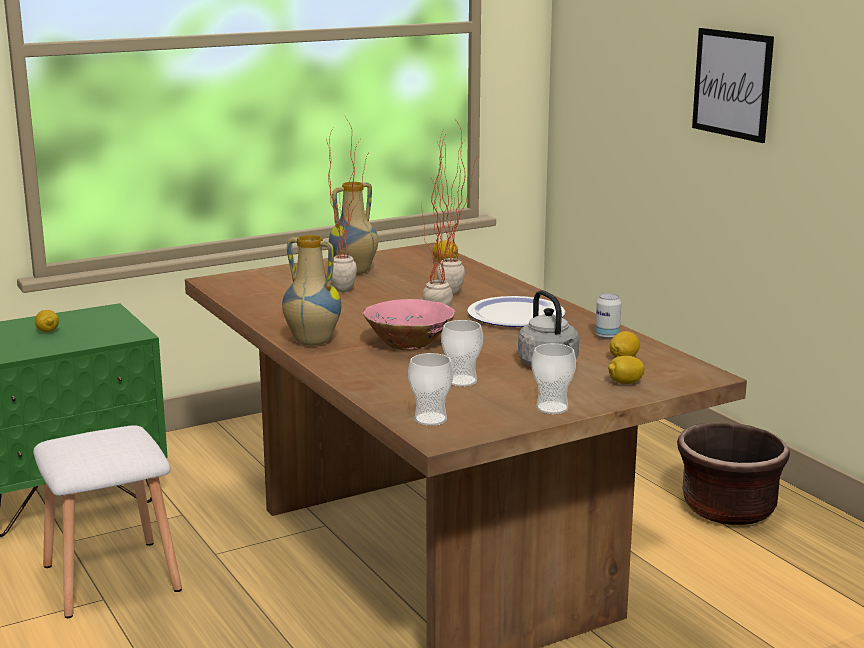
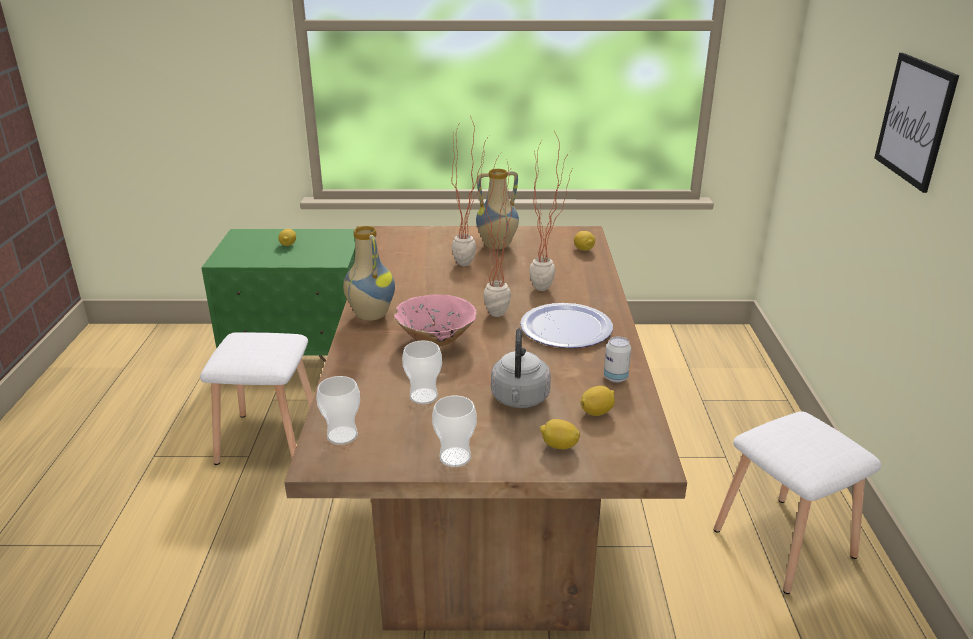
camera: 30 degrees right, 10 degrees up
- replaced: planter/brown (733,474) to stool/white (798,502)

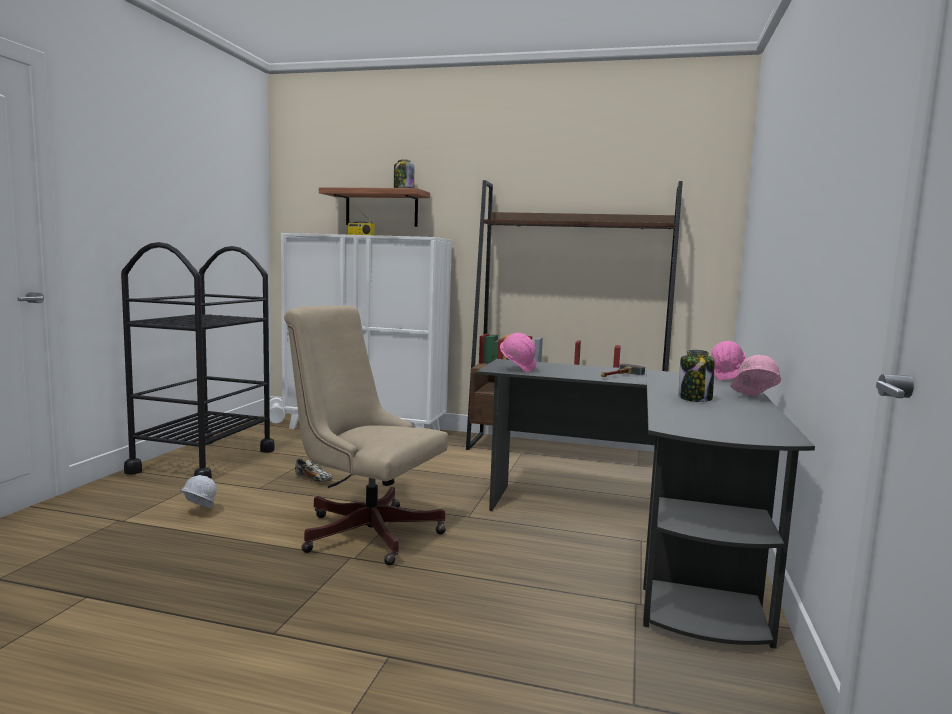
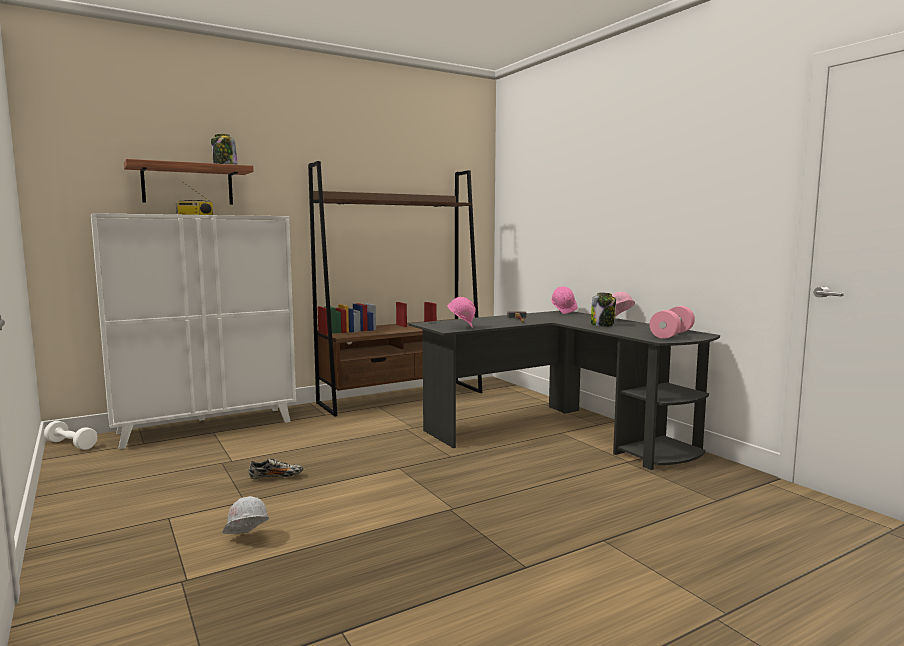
camera: 45 degrees left, 0 degrees up
- removed: cart/black (198,360)
- removed: office chair/beige (366,435)
- added: dumbbell/pink (672,322)

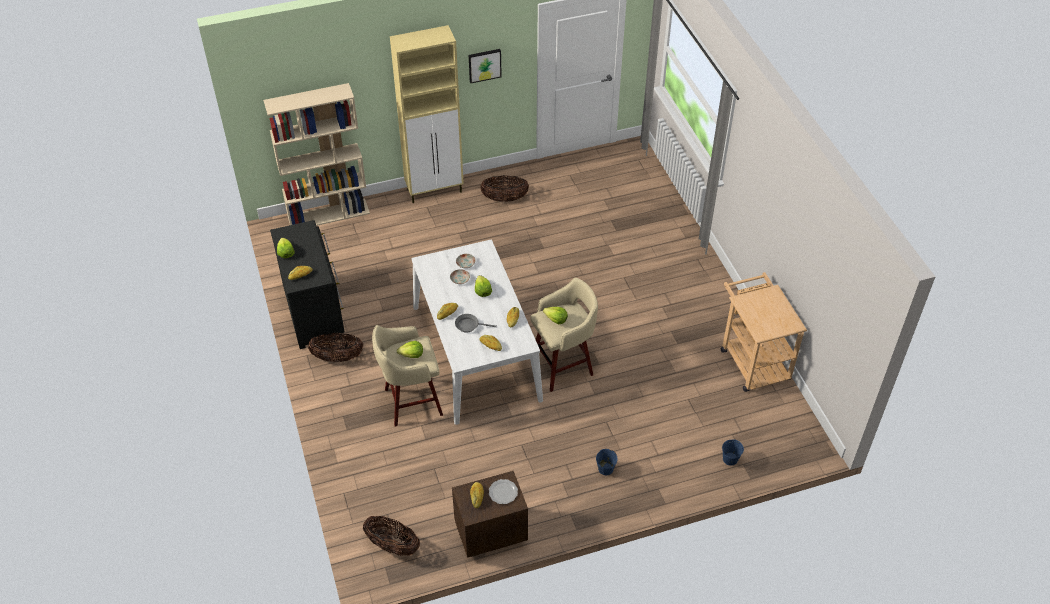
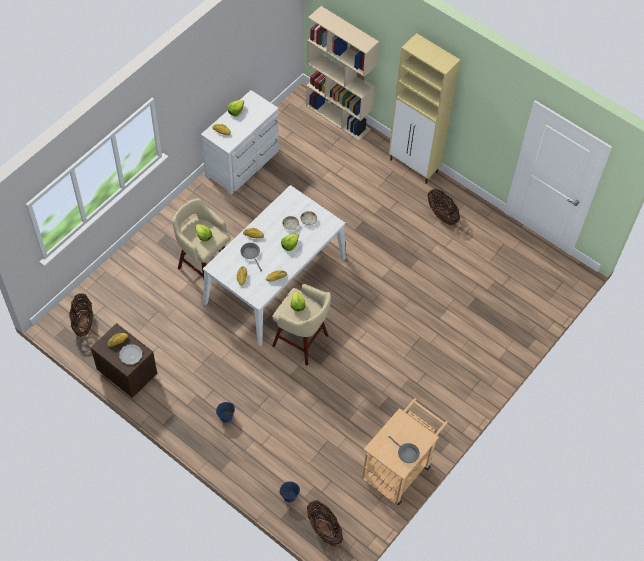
camera: 55 degrees right, 10 degrees up
- recoloured: dresser/black (307,284) to dresser/white (240,142)
- moved: basket (335,347) to (325,523)
- removed: picture (485,66)
- added: frying pan/grey (404,449)

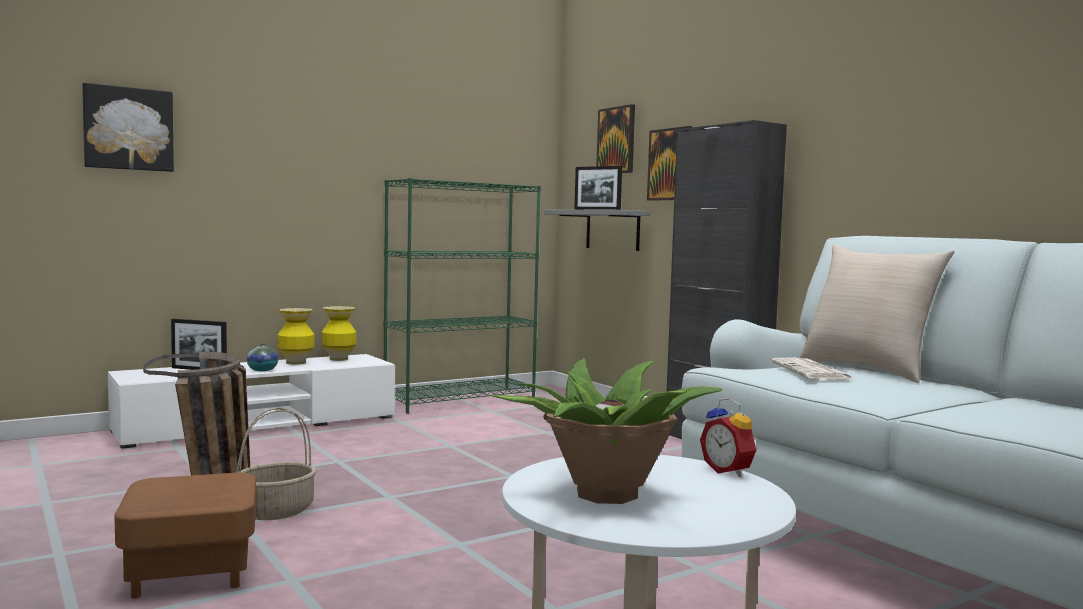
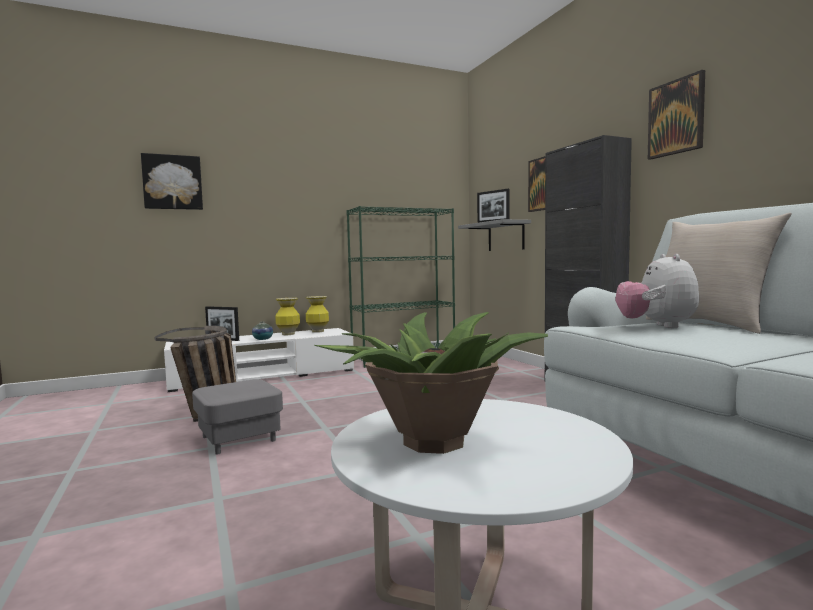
camera: 10 degrees right, 0 degrees up
- removed: ottoman/brown (185,536)
- replaced: basket (276,464) to ottoman/grey (237,416)
- moved: picture (615,138) to (676,115)
- removed: alarm clock (728,437)
- replaced: newspaper (812,368) to plush toy (657,291)

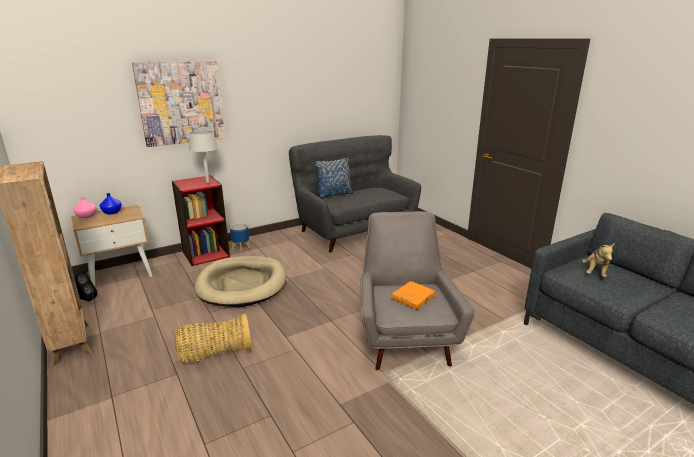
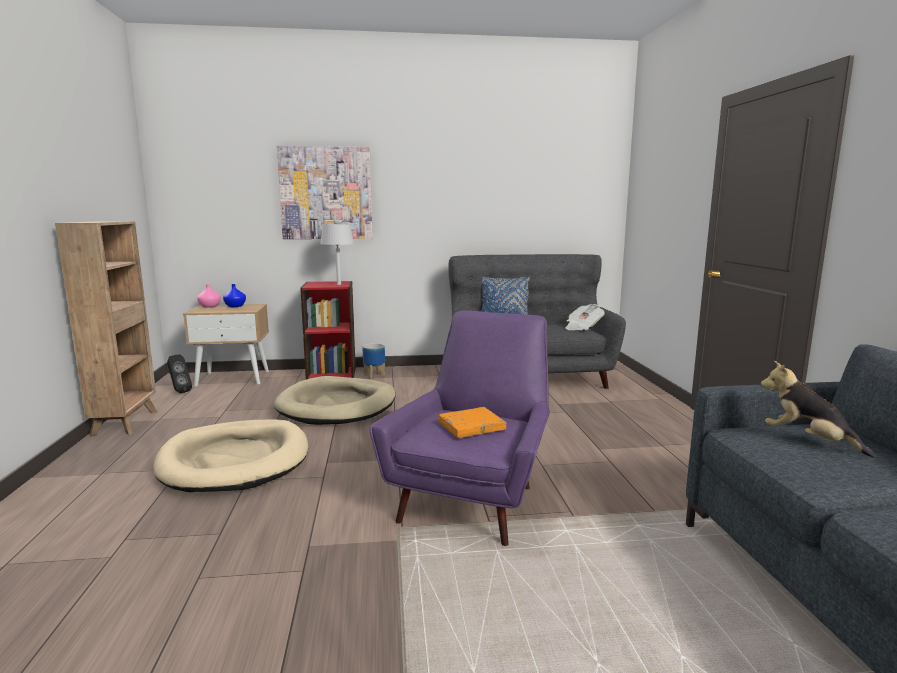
camera: 25 degrees right, 10 degrees down
- replaced: basket (213,338) to dog bed/beige (230,456)
- recoloured: armchair/grey (418,290) to armchair/purple (459,428)
- turned: plush toy (598,260) = (817,409) 90 degrees clockwise
- added: newspaper (585,317)

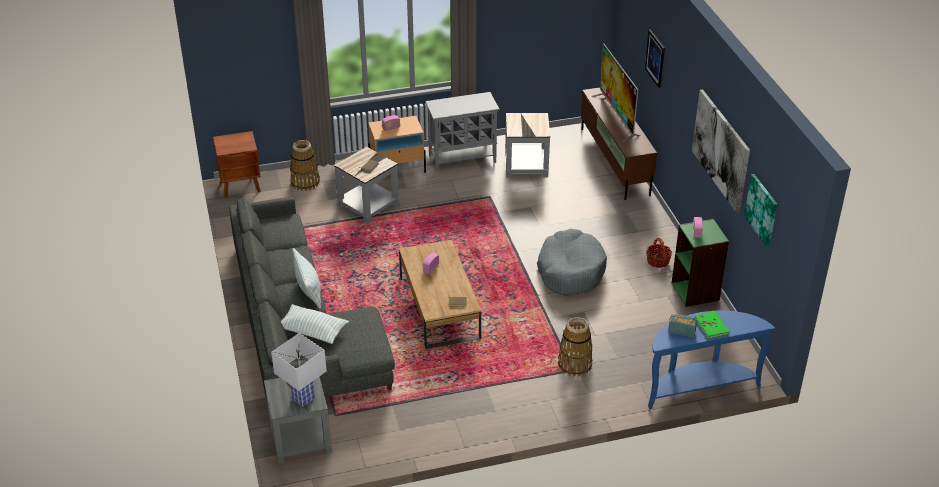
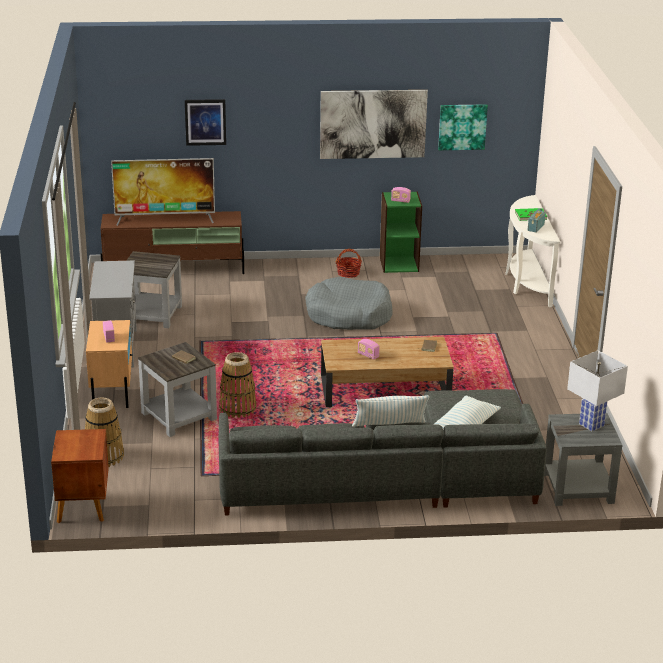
camera: 80 degrees left, 10 degrees down
- moved: basket (575,346) to (237,385)
- recoloured: console table/blue (711,360) to console table/white (532,251)

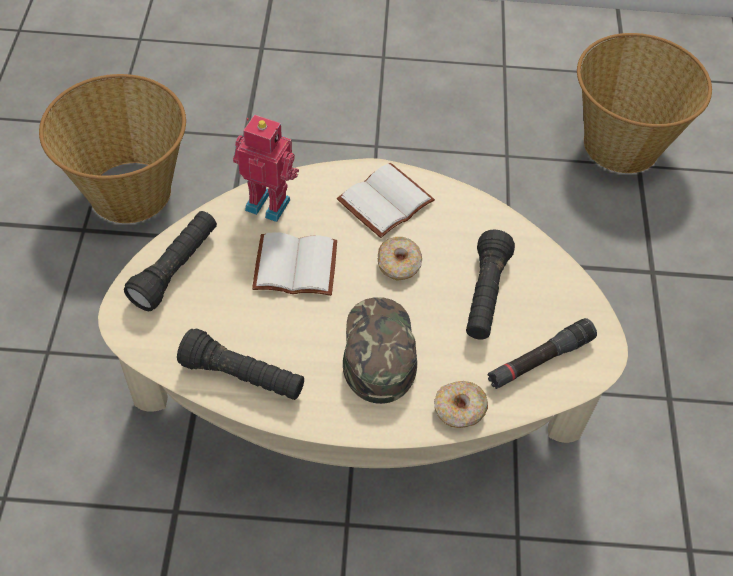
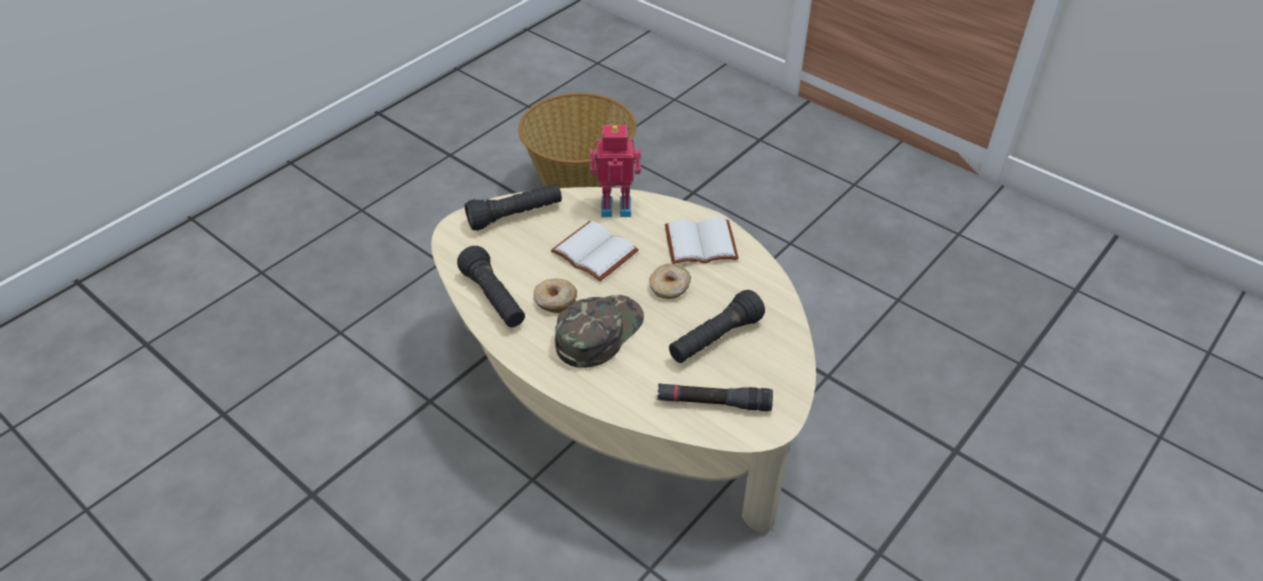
camera: 40 degrees right, 10 degrees down
- turned: toy robot (266,168) = (615,171) 60 degrees counterclockwise
- moved: donut (461,404) to (555,295)
- removed: basket (644,103)

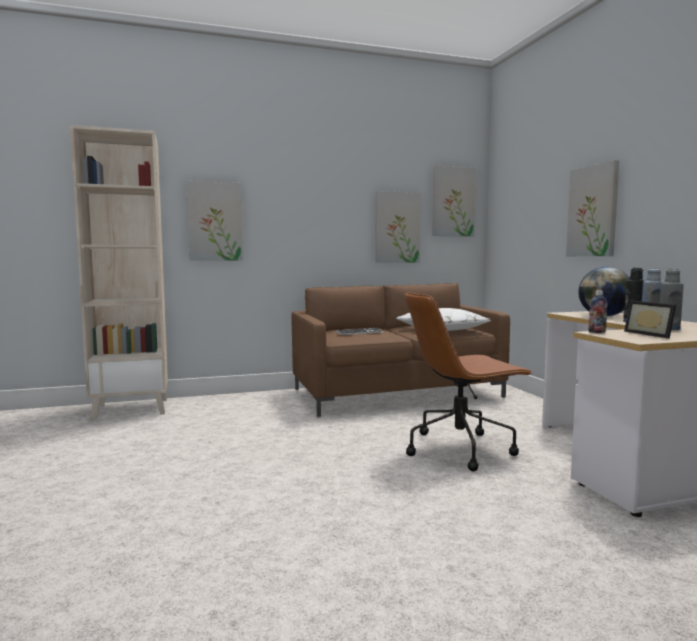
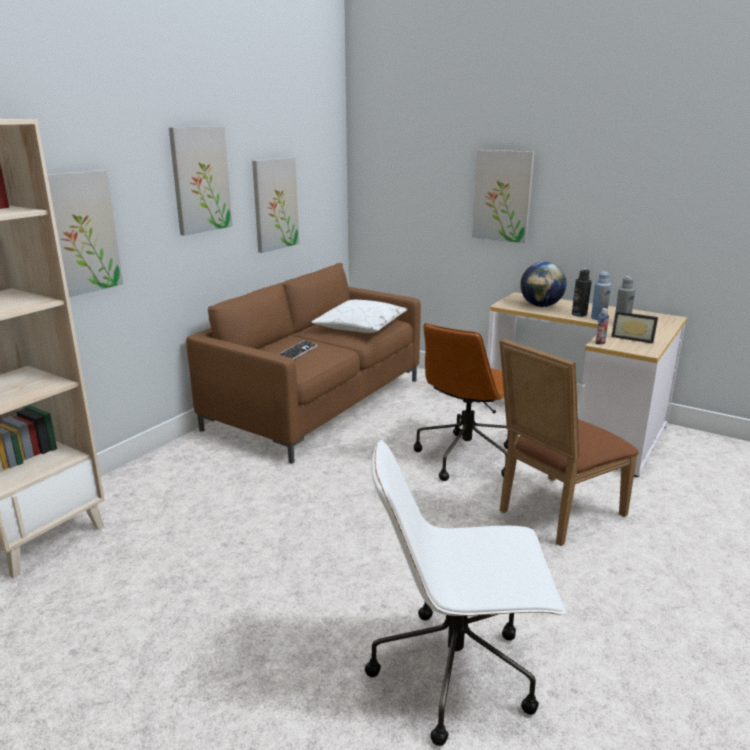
camera: 40 degrees left, 15 degrees up
- moved: picture (454,201) to (200,181)
- added: office chair/white (465,593)
- added: chair/brown (569,442)

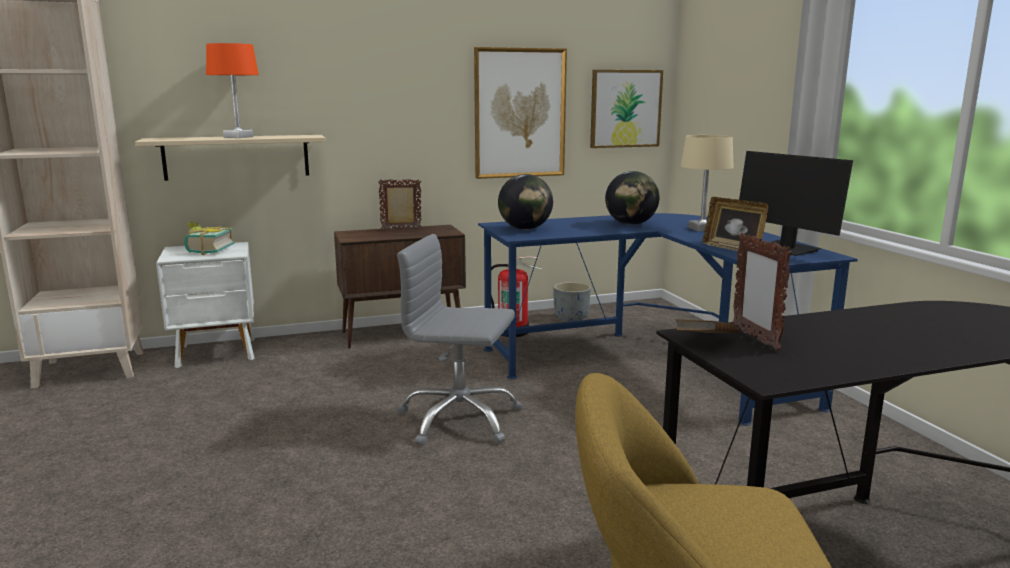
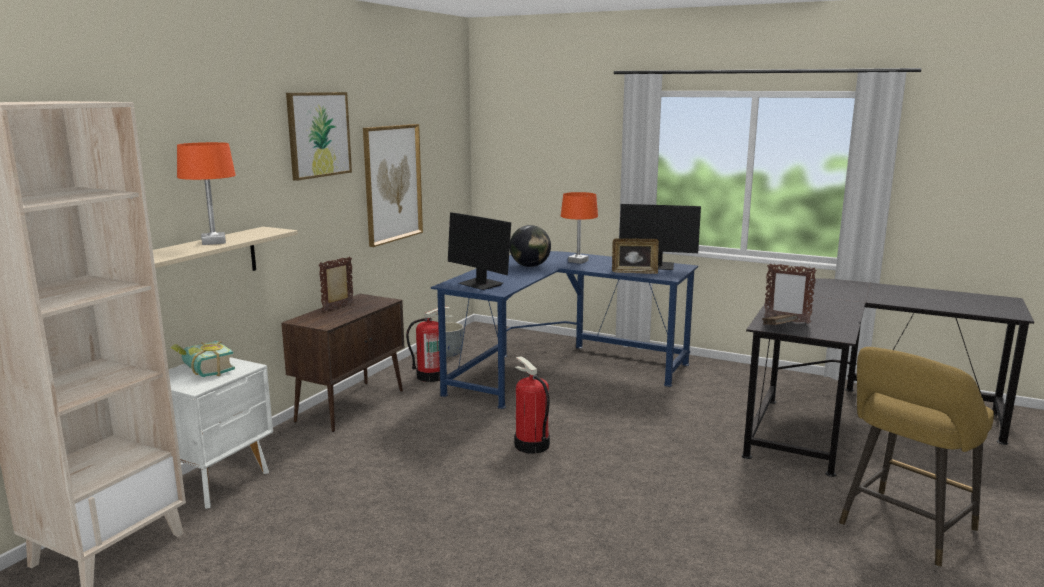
camera: 45 degrees left, 0 degrees up
- replaced: office chair/grey (460,340) to fire extinguisher (532,404)
- replaced: globe (525,202) to monitor (479,251)
- moved: picture (626,109) to (319,136)
- recoloured: table lamp/beige (707,183) to table lamp/orange (579,228)

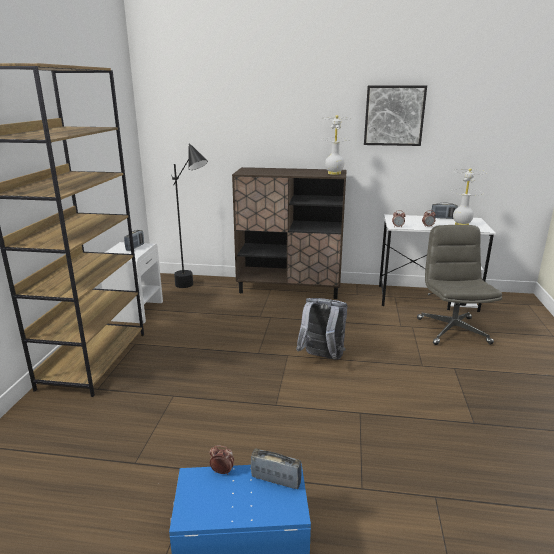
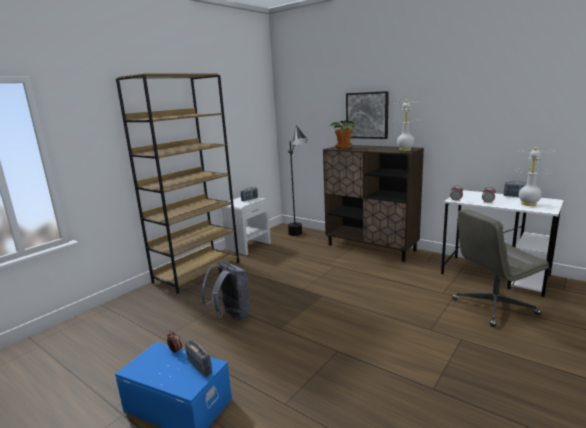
camera: 30 degrees right, 5 degrees down
- moved: backpack/grey (322,328) to (225,291)
- moved: picture (395,115) to (367,115)
- turned: office chair/grey (459,285) = (500,268) 135 degrees counterclockwise
- added: potted plant (342,135)

